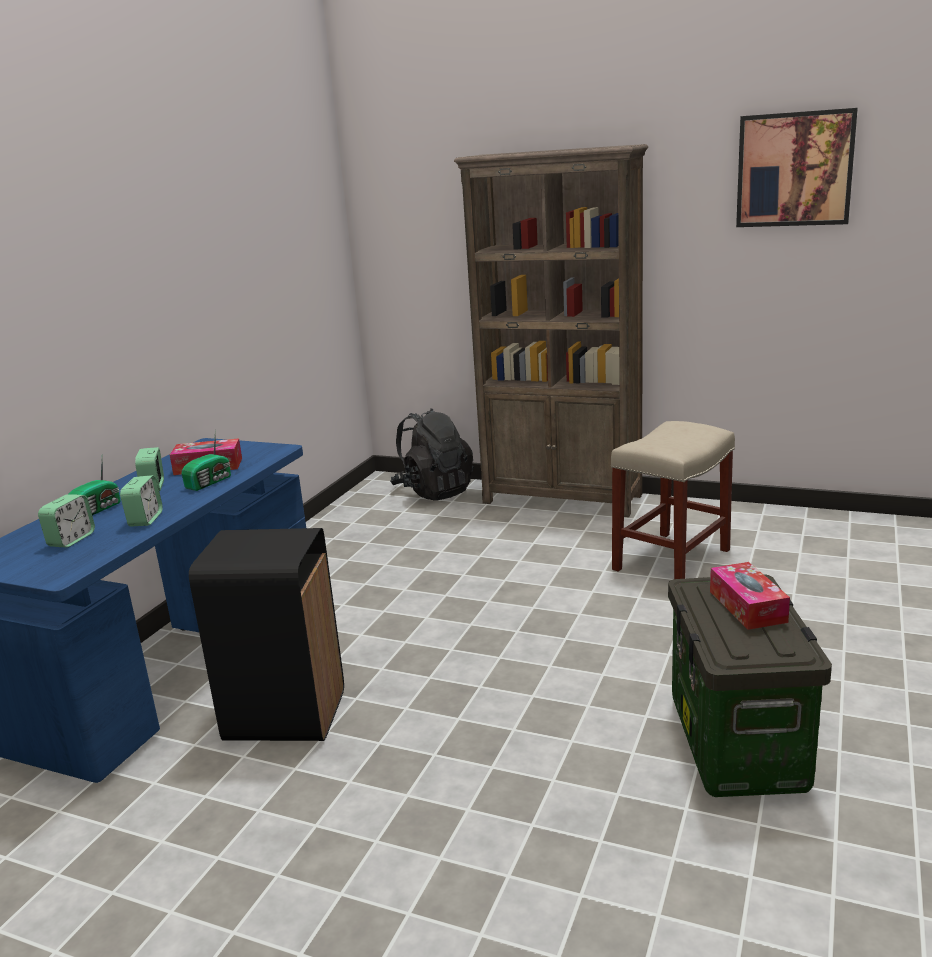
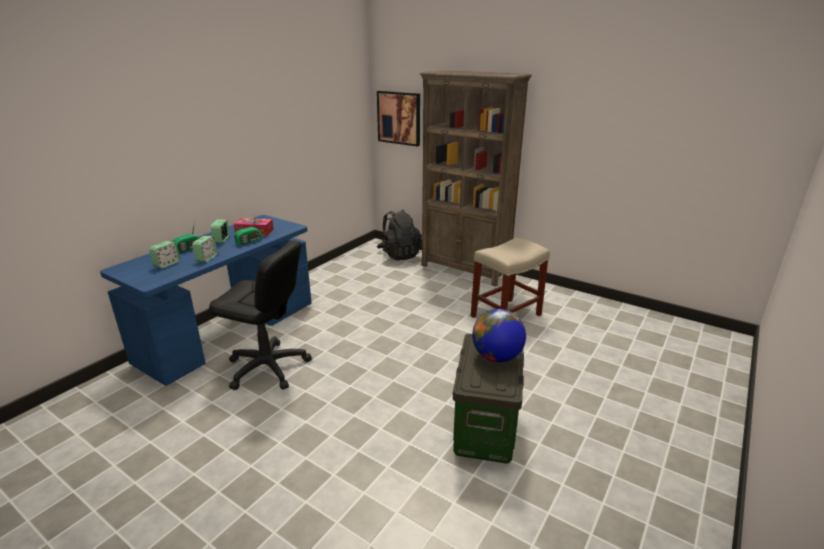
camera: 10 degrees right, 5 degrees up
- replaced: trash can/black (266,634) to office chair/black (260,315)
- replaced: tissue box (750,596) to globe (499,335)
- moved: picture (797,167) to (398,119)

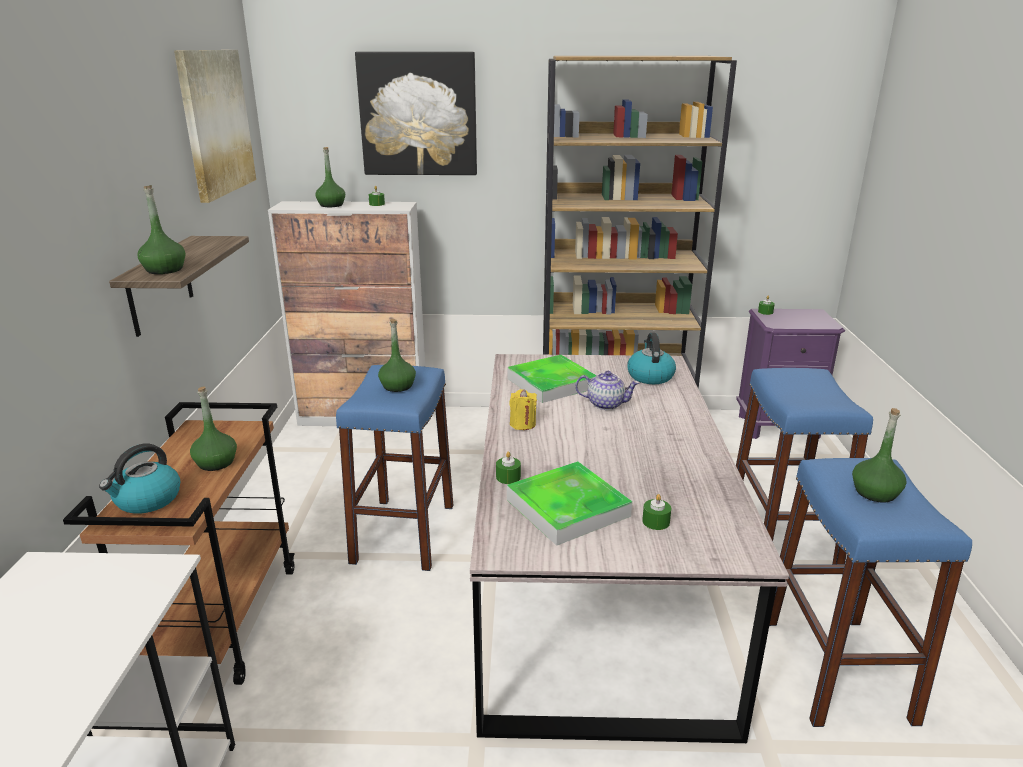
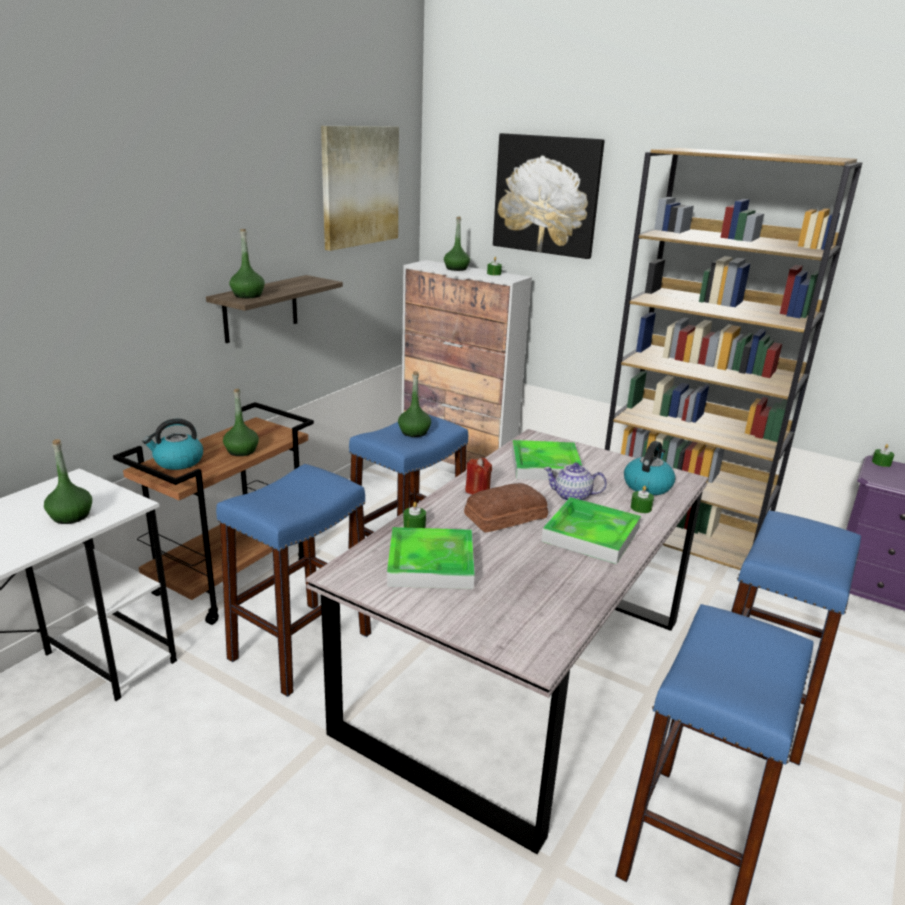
camera: 30 degrees right, 0 degrees up
- recoloured: candle/yellow (523,409) to candle/red (478,476)
- turned: teapot (607,390) = (575,481) 150 degrees clockwise
- moved: candle/green (656,512) to (642,499)
- moved: bottle/green (879,455) to (68,481)
- added: stool/blue (293,580)
- added: bread (506,508)
- added: tray (591,530)

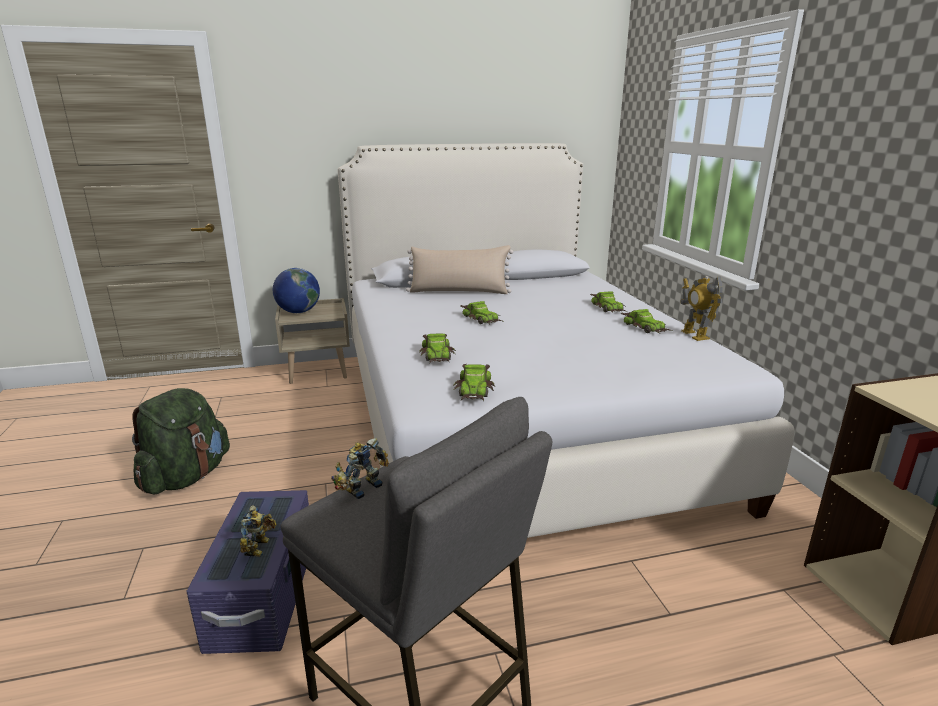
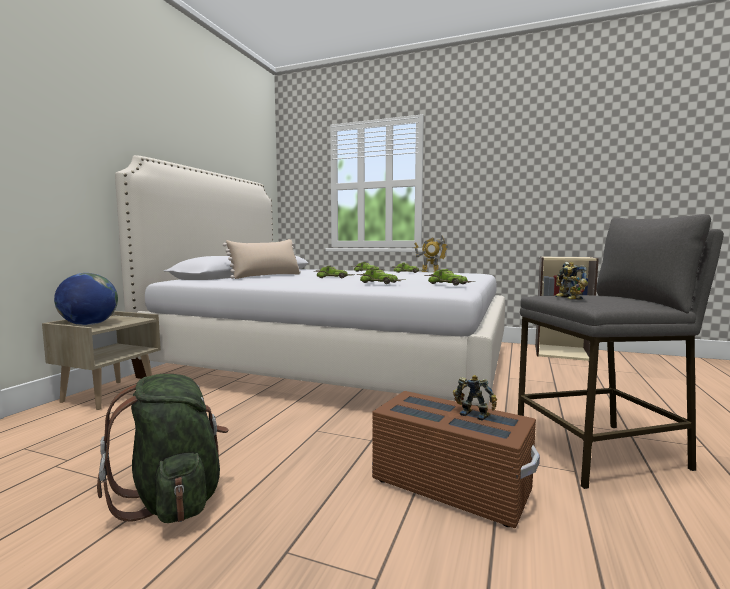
camera: 55 degrees left, 15 degrees down
- recoloured: storage box/purple (247,572) to storage box/brown (456,459)

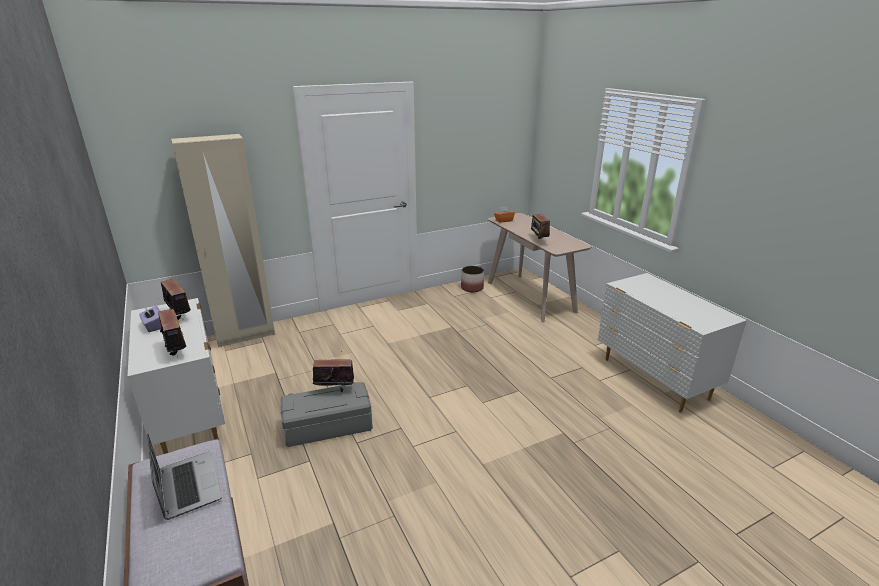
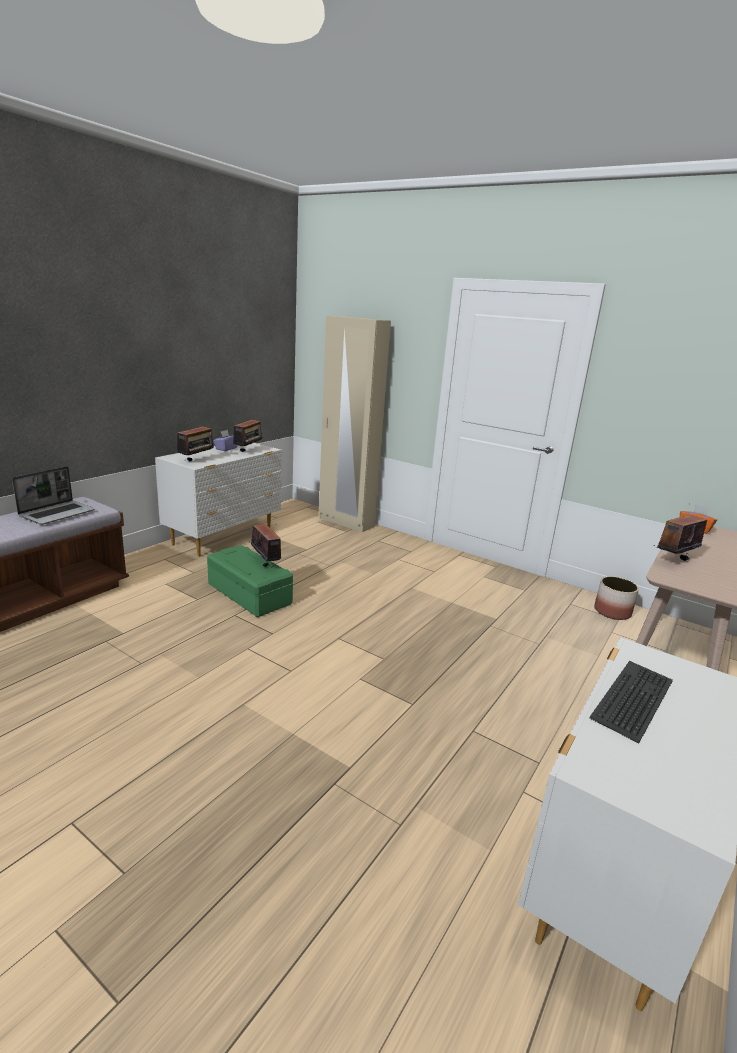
camera: 60 degrees right, 5 degrees down
- recoloured: storage box/grey (326,414) to storage box/green (250,581)
- added: keyboard (631,702)

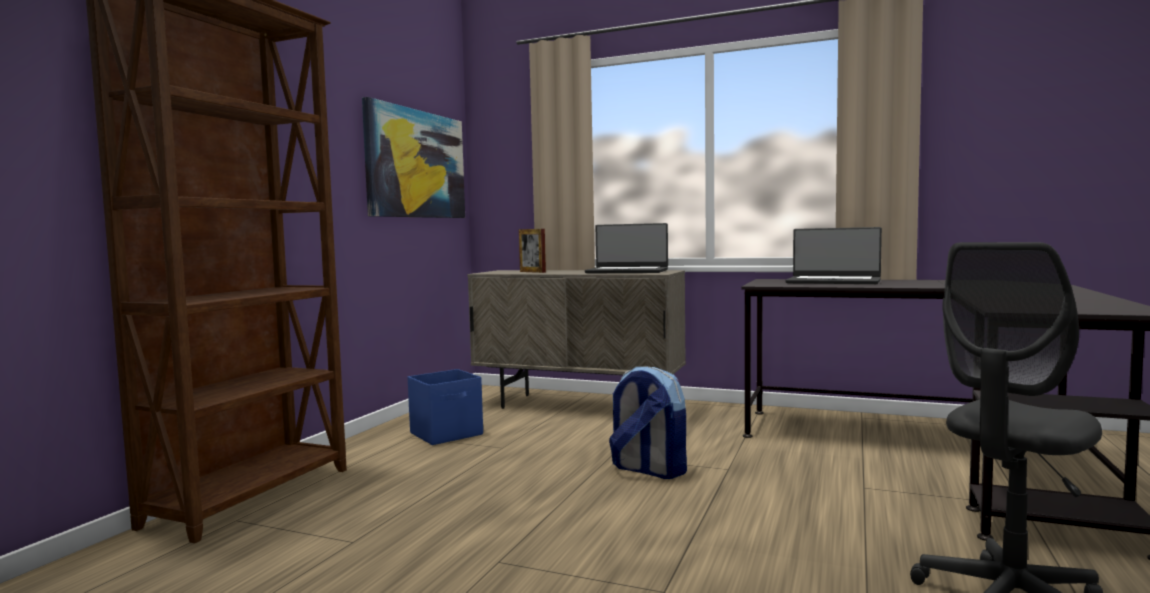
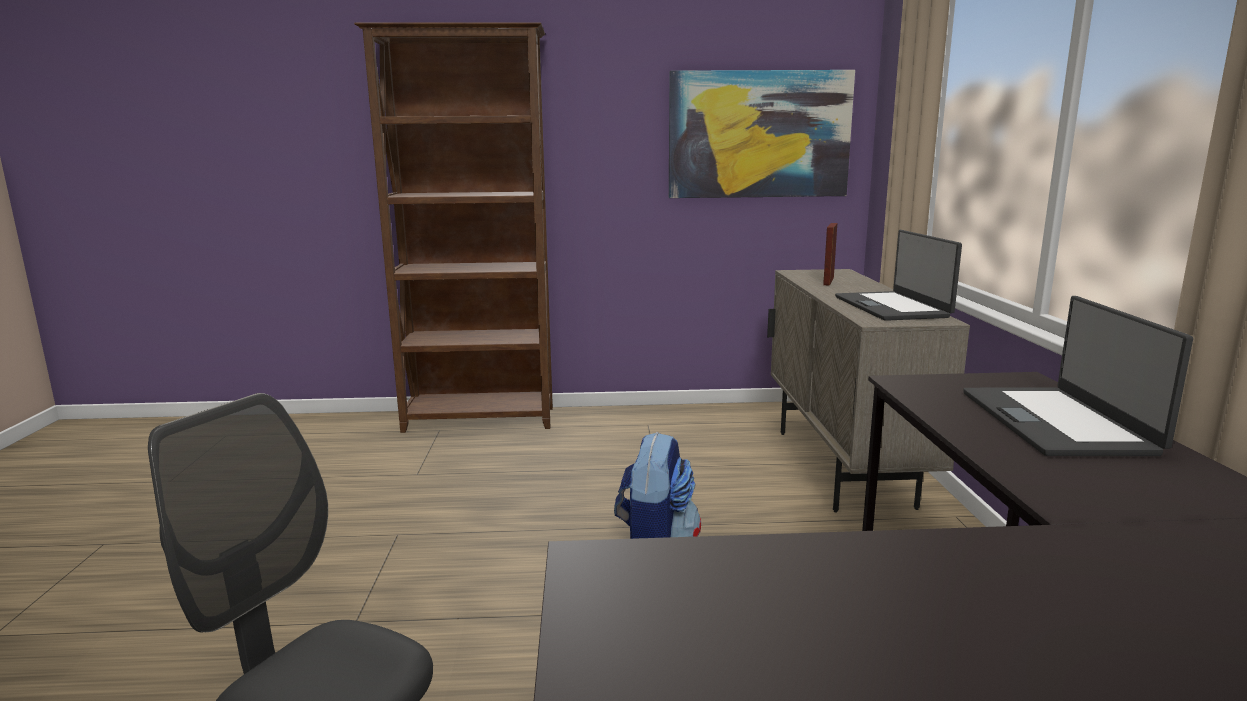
camera: 65 degrees right, 10 degrees up
- removed: storage box/blue (445,407)

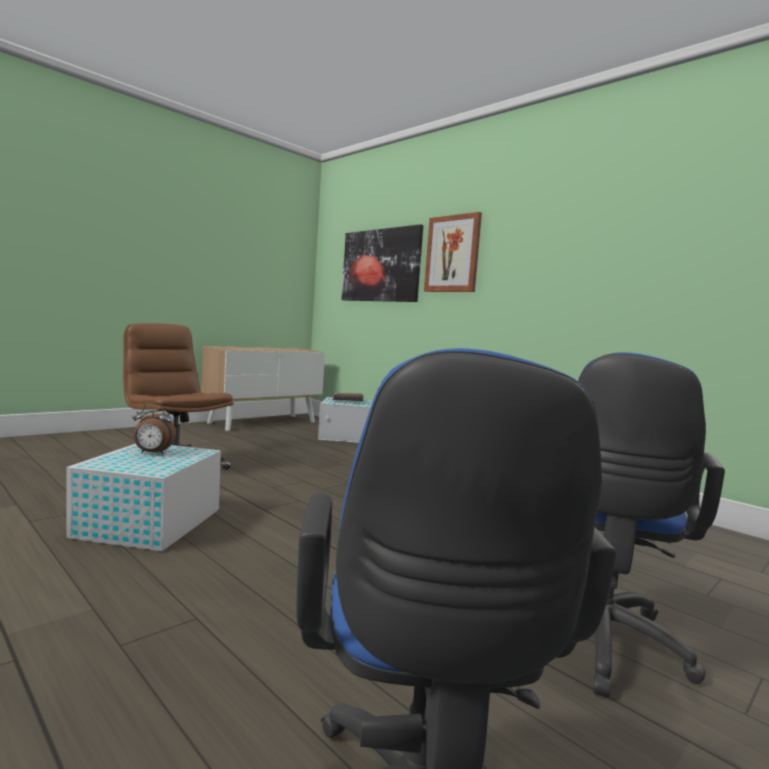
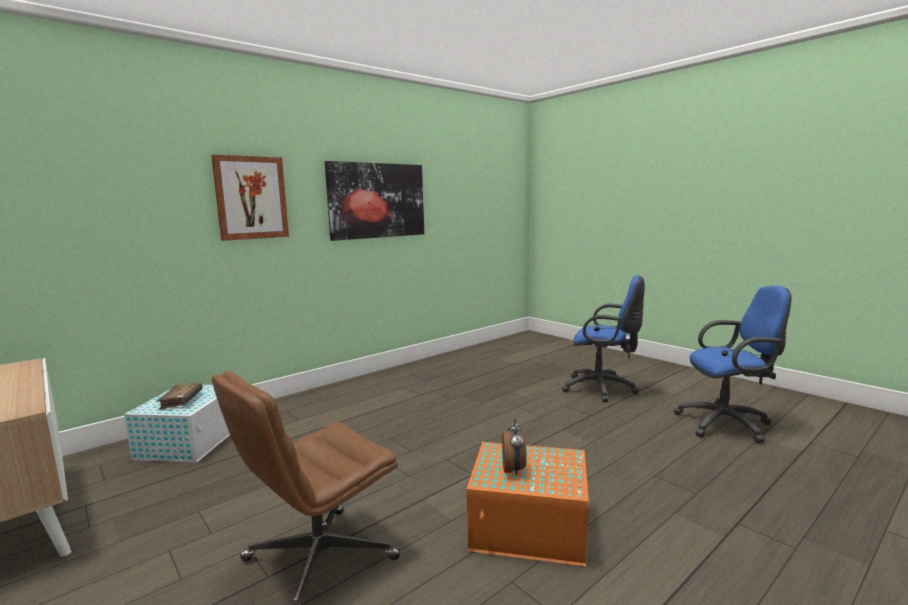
camera: 85 degrees left, 5 degrees up
- recoloured: storage box/white (143,497) to storage box/orange (527,504)
- moved: picture (382,263) to (374,201)

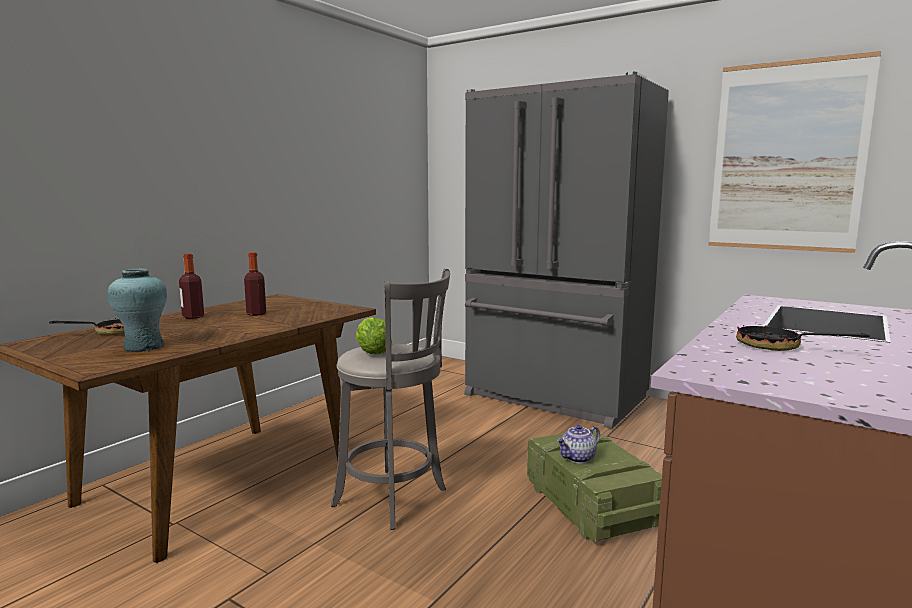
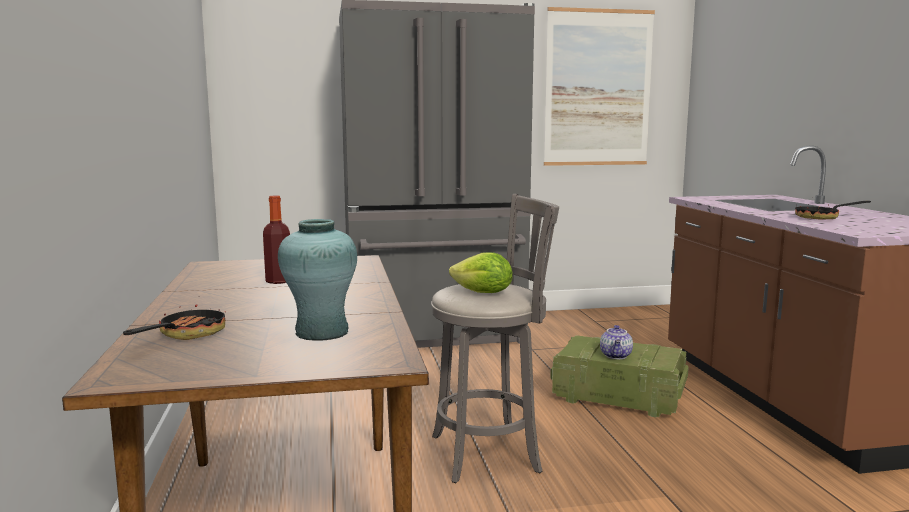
camera: 45 degrees left, 0 degrees up
- removed: bottle (191,286)

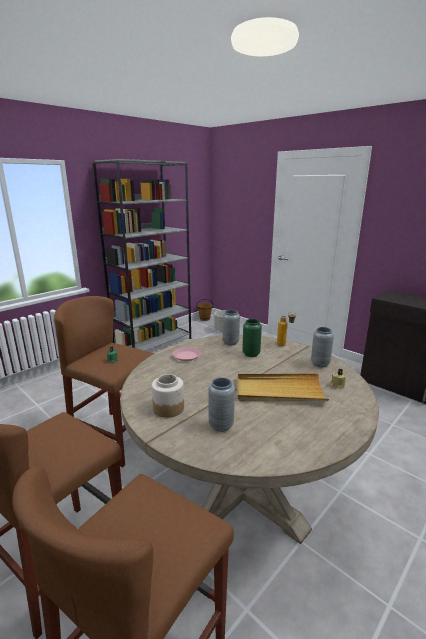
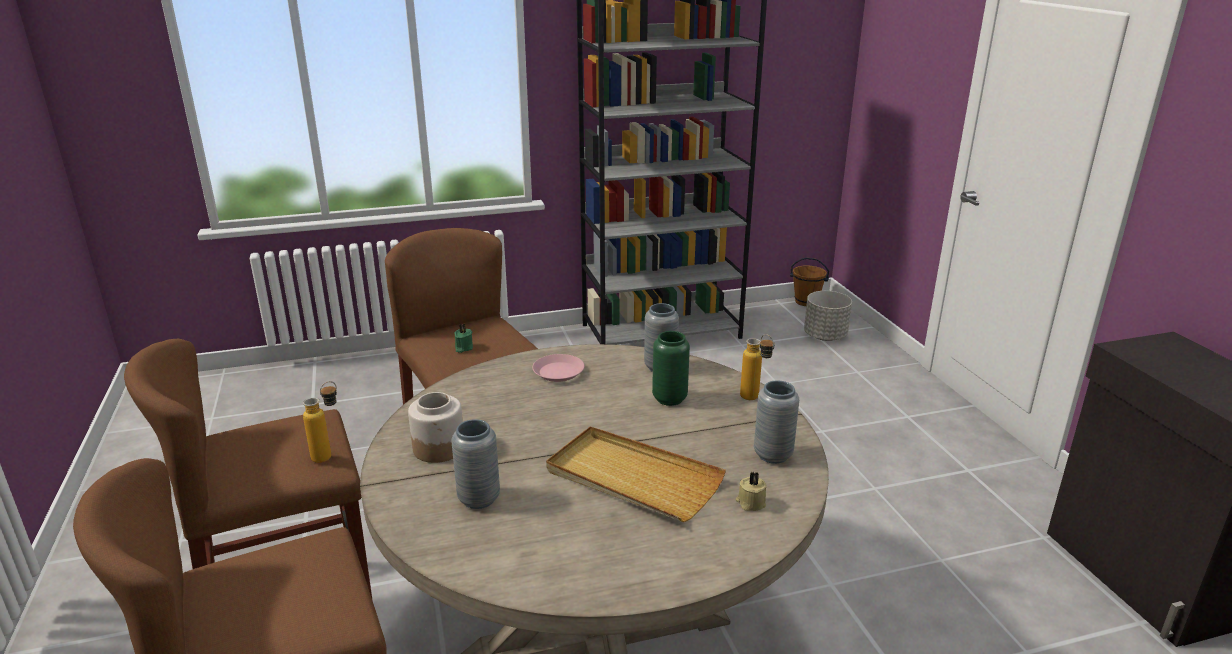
camera: 30 degrees right, 5 degrees up
- added: bottle (320,422)

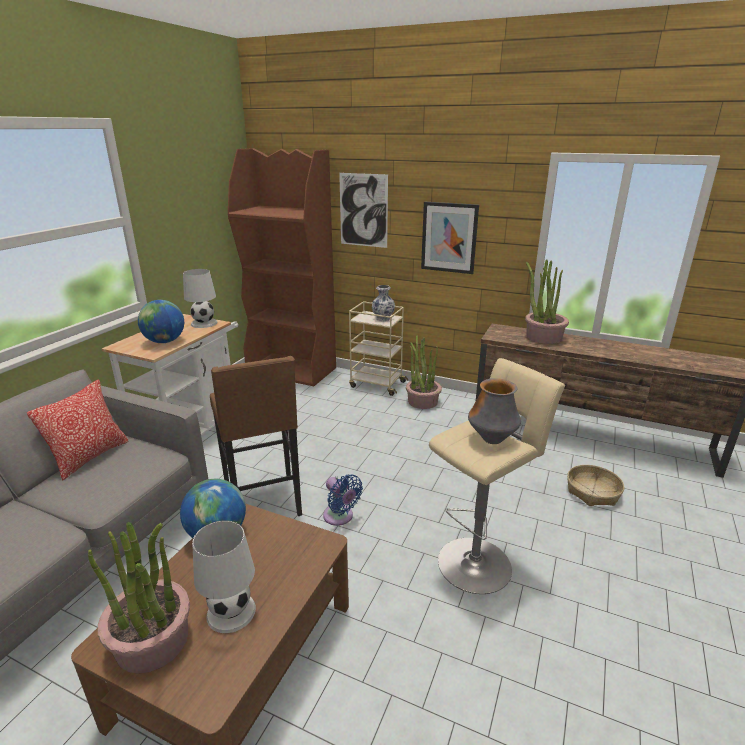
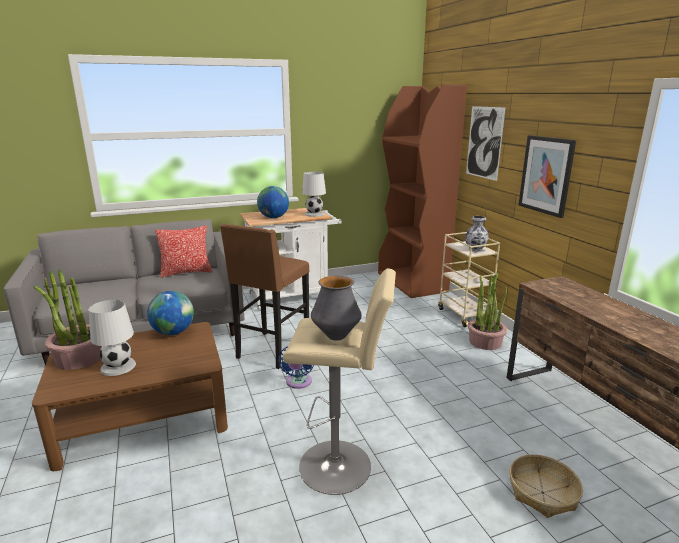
camera: 45 degrees right, 5 degrees down
- removed: potted plant (547,301)

